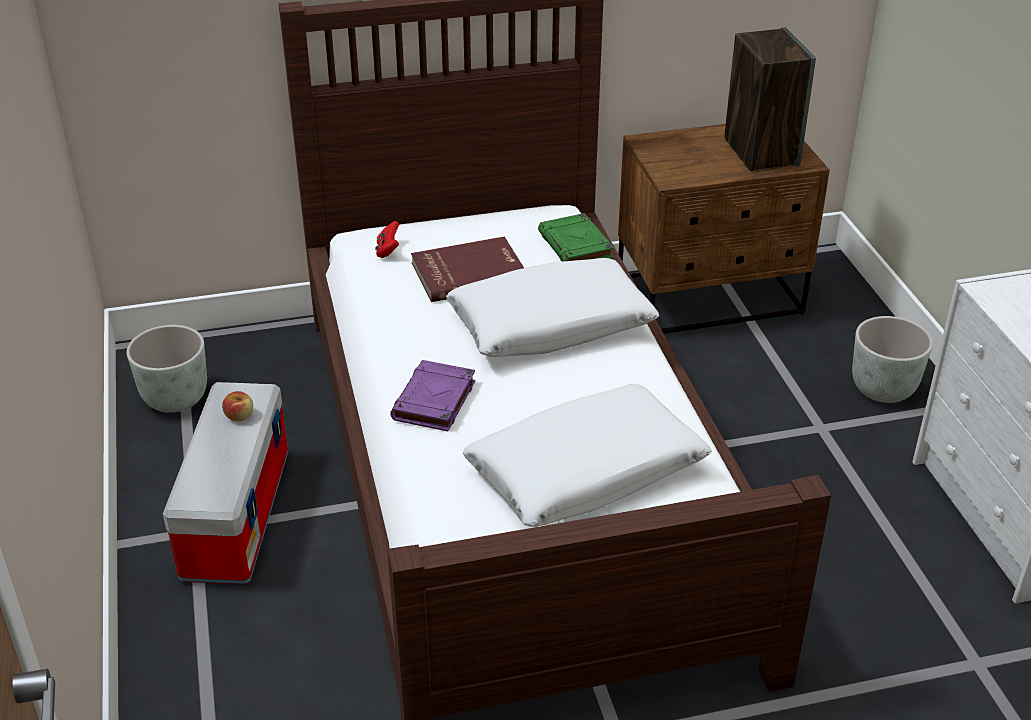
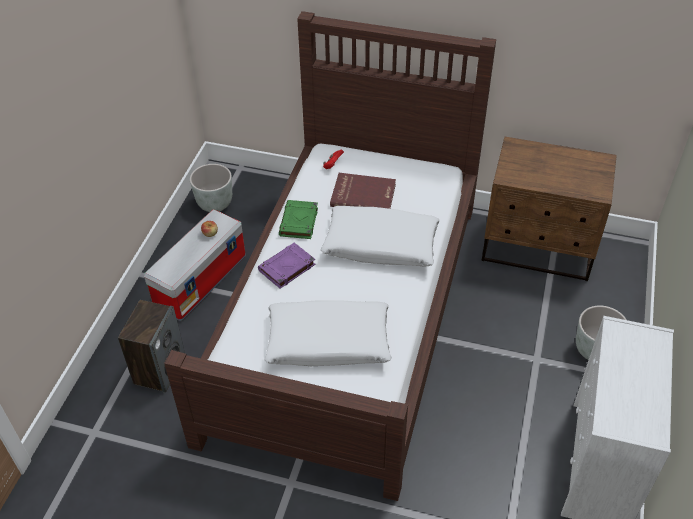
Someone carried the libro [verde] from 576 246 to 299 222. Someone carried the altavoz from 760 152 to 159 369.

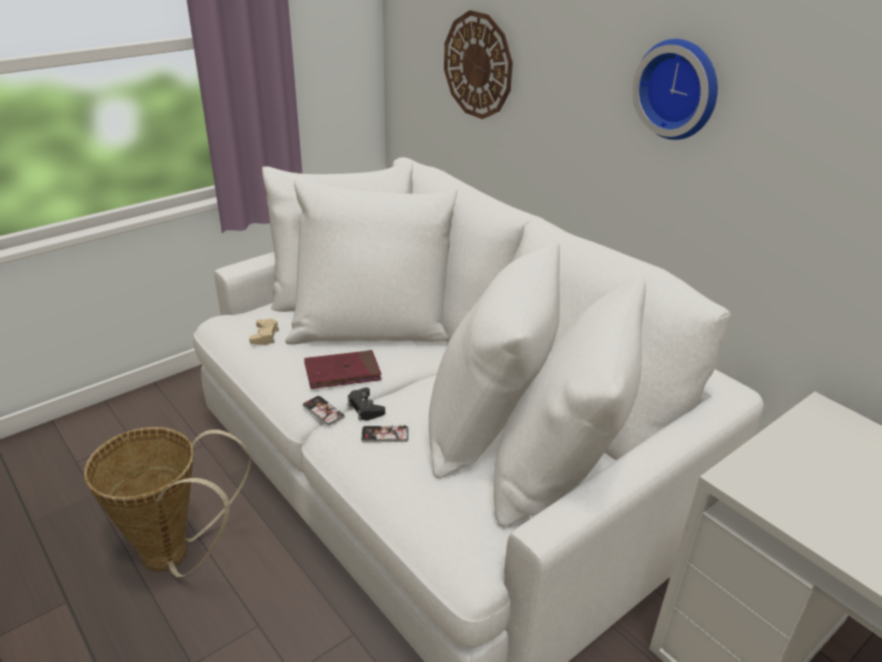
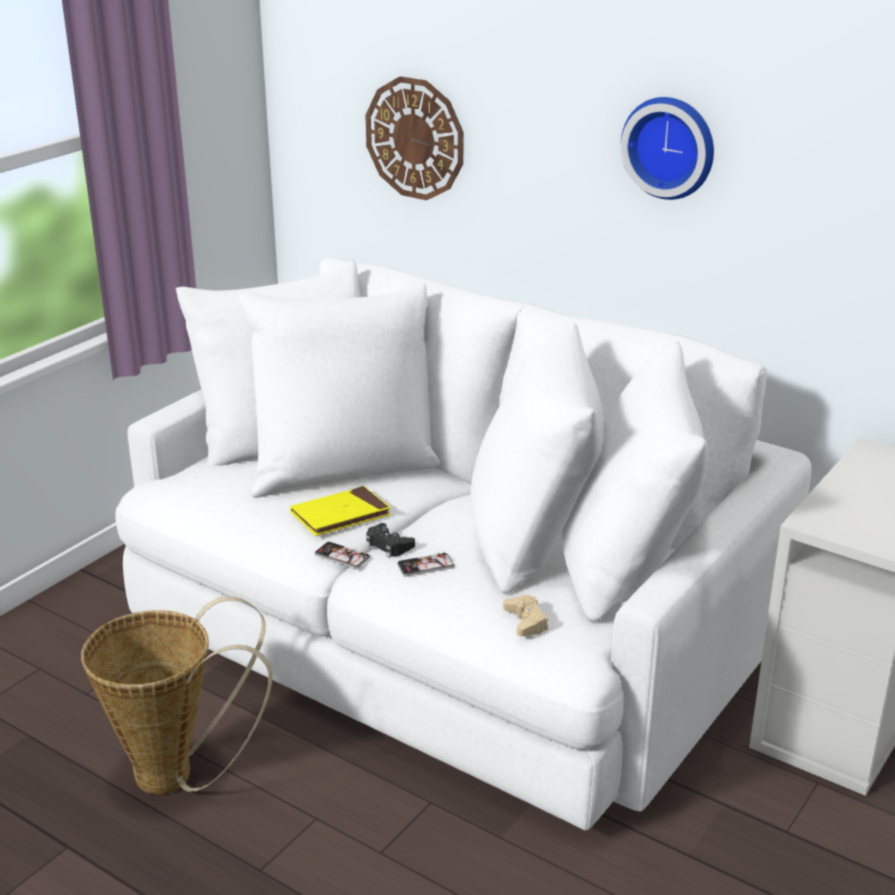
Someone carried the mando de consola [beis] from 265 335 to 526 621. Someone repainted the libro [rojo] at 342 372, which became the libro [amarillo] at 340 515.

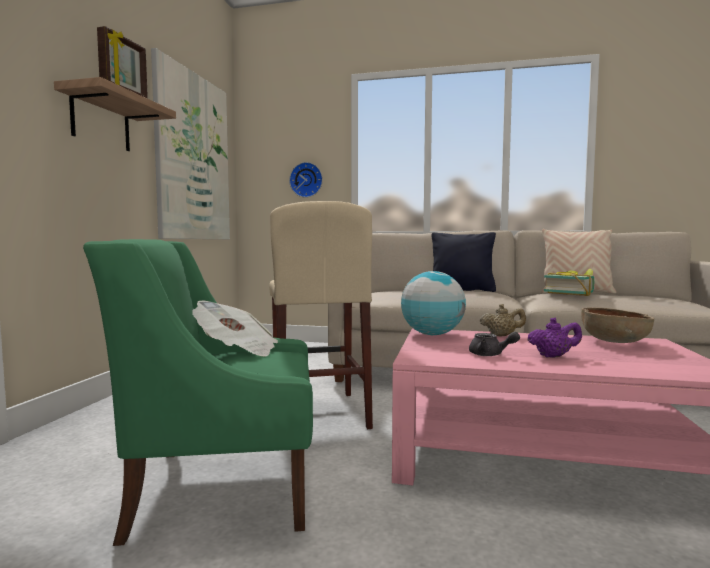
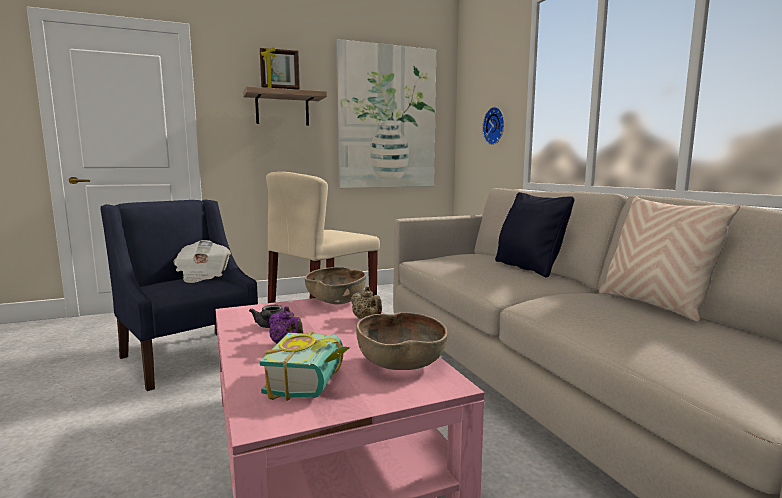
Someone carried the libro from 570 294 to 314 383. Someone swapped the globo terráqueo at 432 334 for the cuenco [marrón] at 336 301. Someone repainted the sillón [verde] at 223 485, which became the sillón [azul] at 189 357.

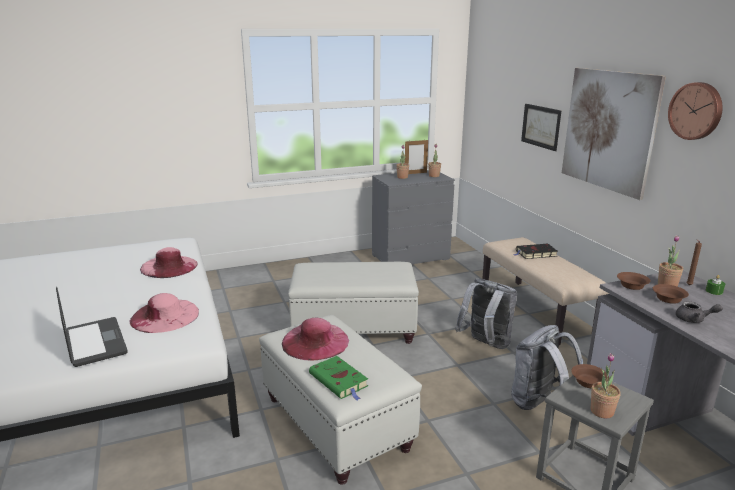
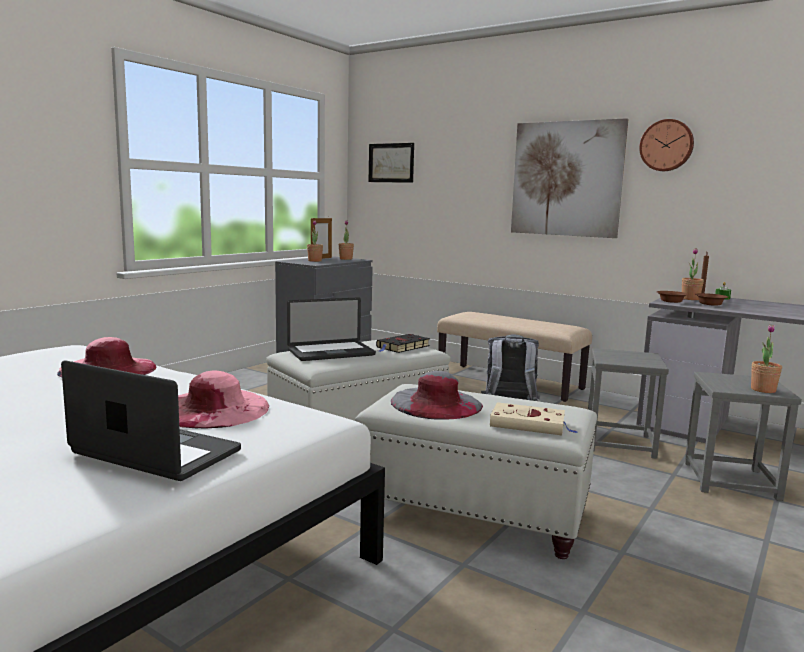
Someone took away the cuenco [marrón] at 588 382. Someone took away the tetera [gris] at 694 320. Someone put down the portátil at 331 353. Someone carried the libro [negro] from 535 254 to 402 347. Someone carried the cuadro from 541 126 to 391 163. Someone swapped the mochila [gris] at 540 404 for the taburete [gris] at 620 443. Someone repainted the sombrero [rosa] at 315 341, which became the sombrero [gris] at 436 403. Someone repainted the libro [verde] at 339 381, which became the libro [beis] at 530 424.

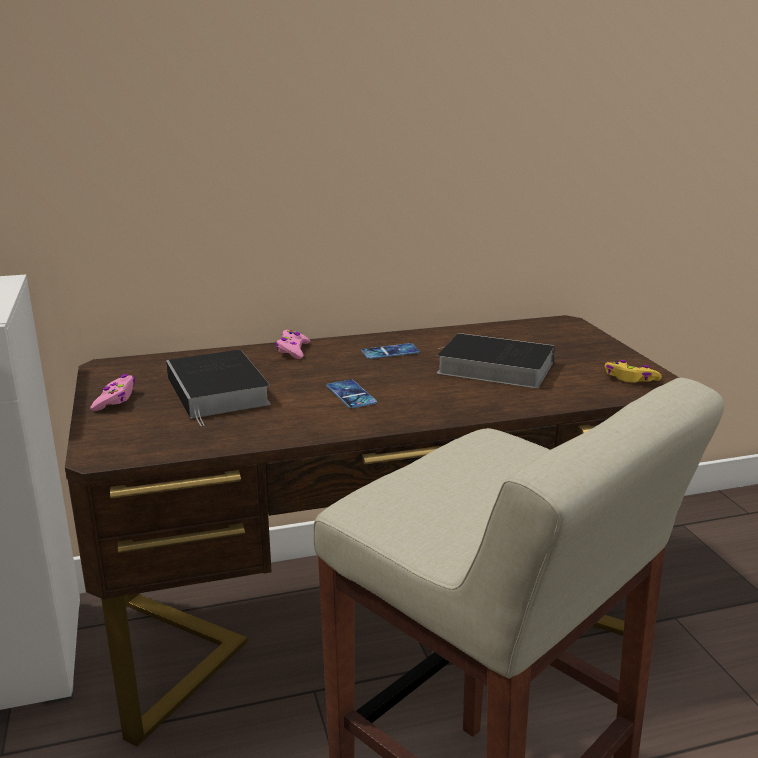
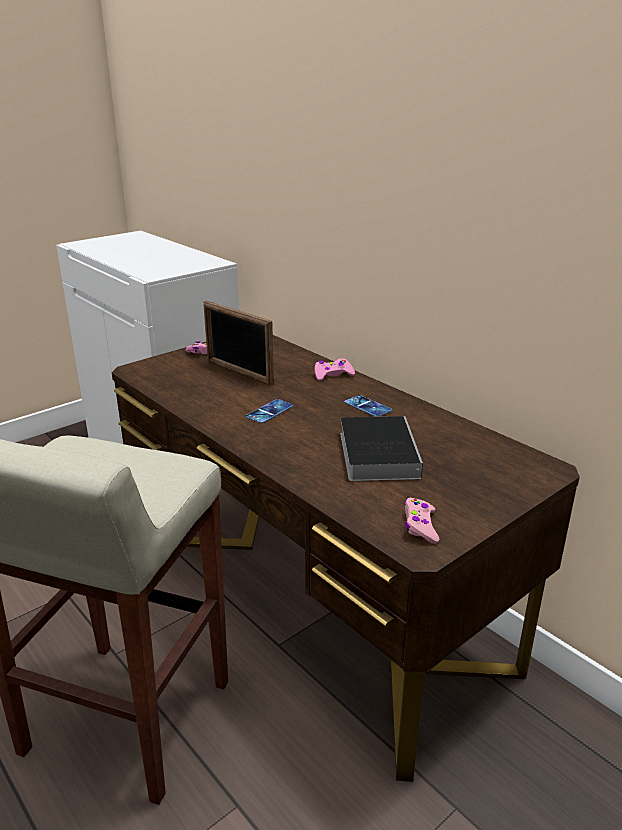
Someone swapped the libro at 219 392 for the portarretratos at 239 373. Someone repainted the mando de consola [amarillo] at 630 379, which became the mando de consola [rosa] at 420 526.

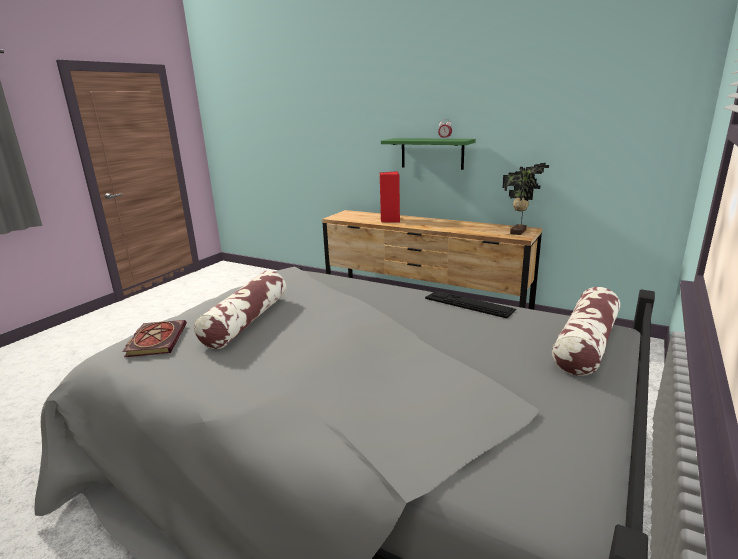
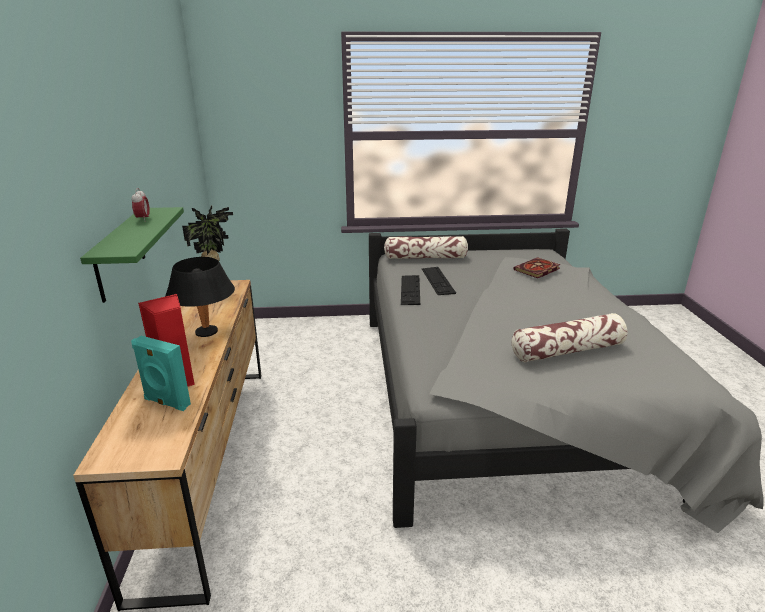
Someone put down the altavoz [turquesa] at 166 403. Someone put down the lámpara de mesa [negro] at 206 332. Someone put down the teclado at 437 280. Someone carried the libro from 156 340 to 537 270.

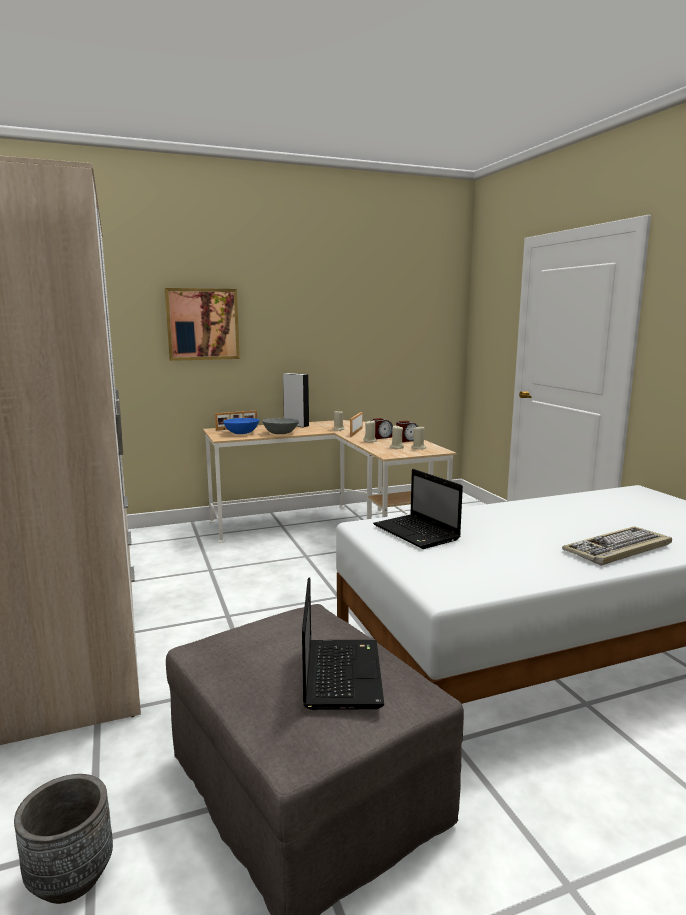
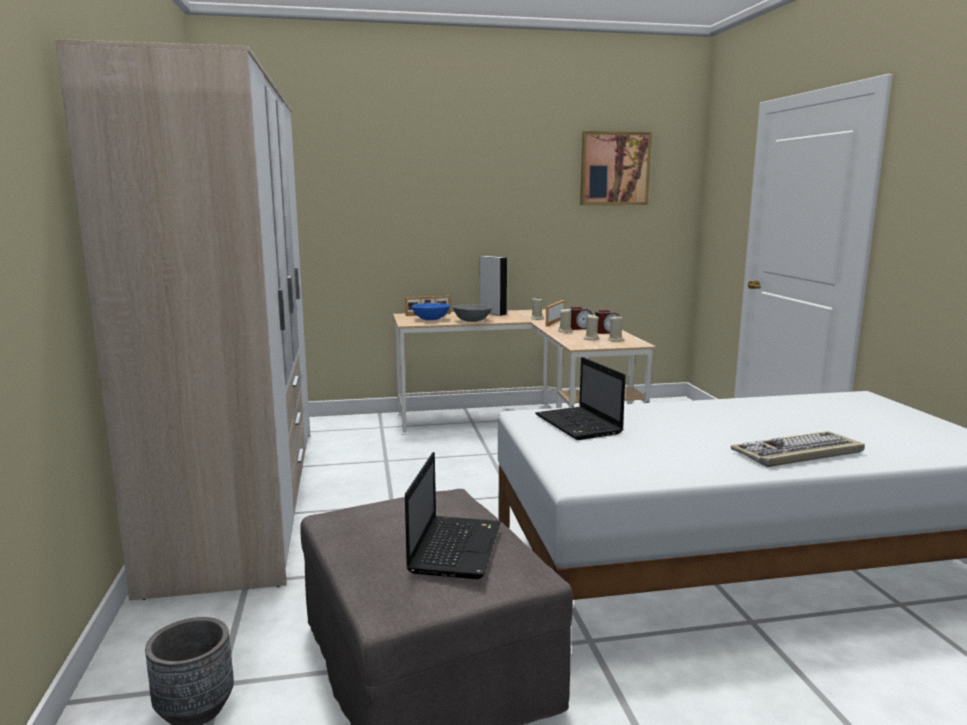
Someone carried the cuadro from 202 324 to 614 169.

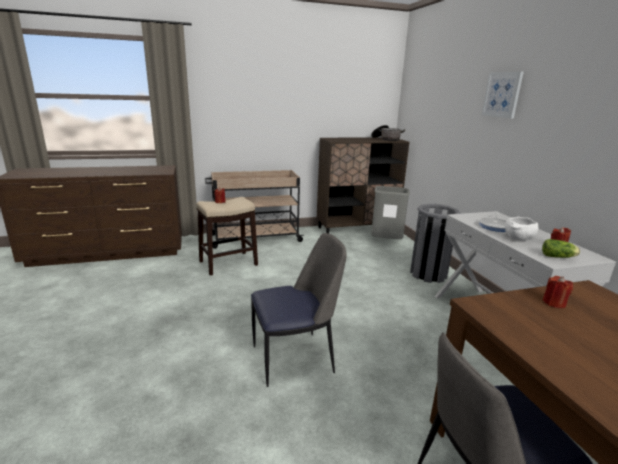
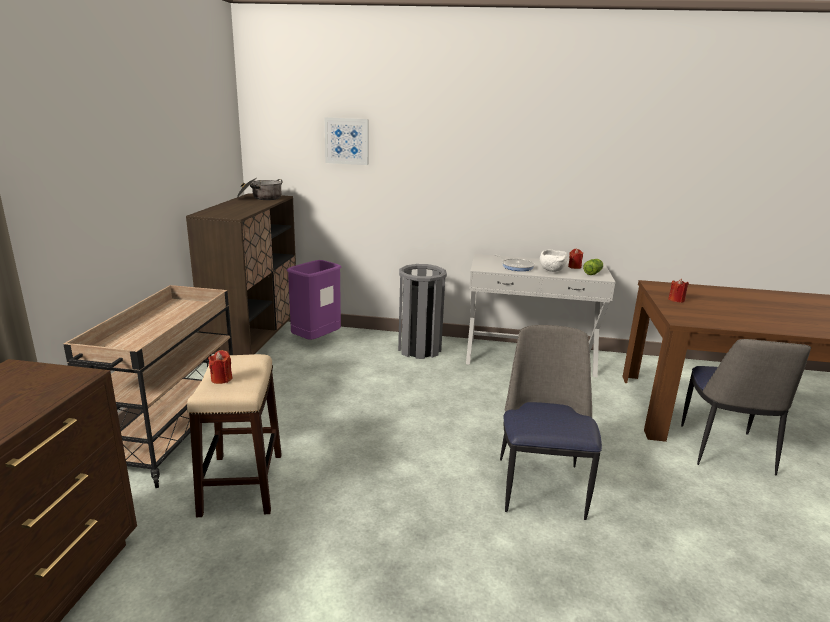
Someone carried the cuadro from 502 94 to 347 141. Someone repainted the papelera [gris] at 386 241, which became the papelera [morado] at 316 340.

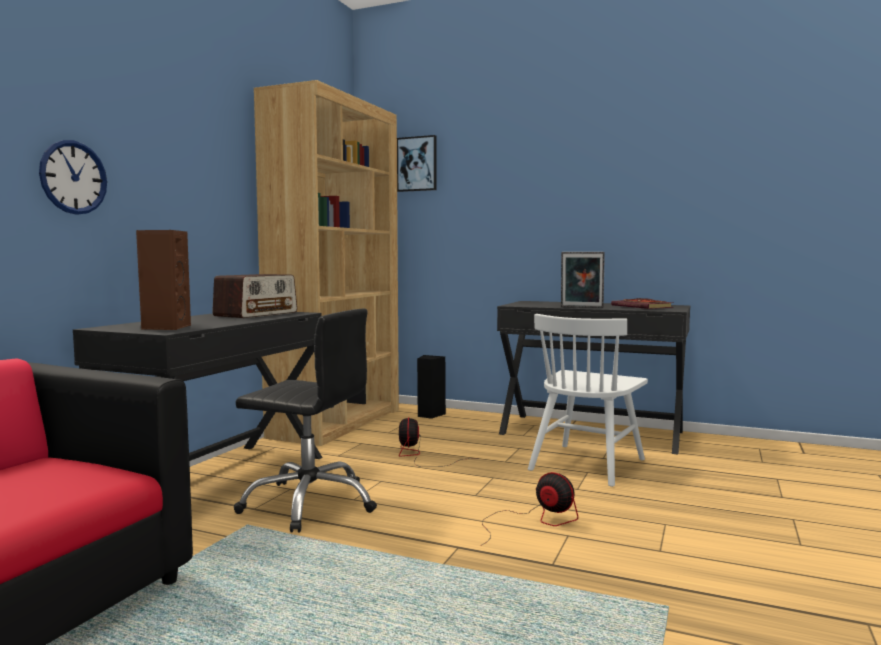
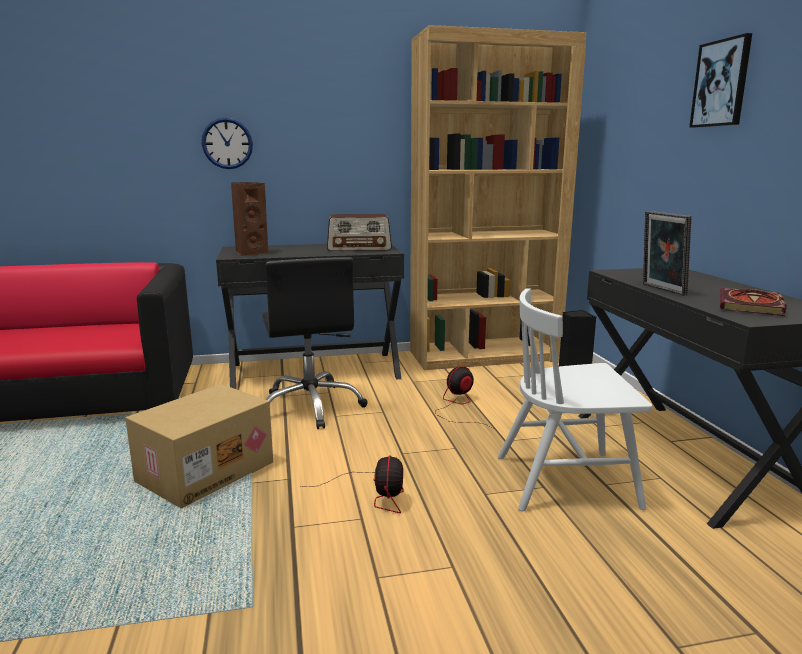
Someone put down the caja de cartón at 205 471. Someone carried the cuadro from 417 164 to 721 83.

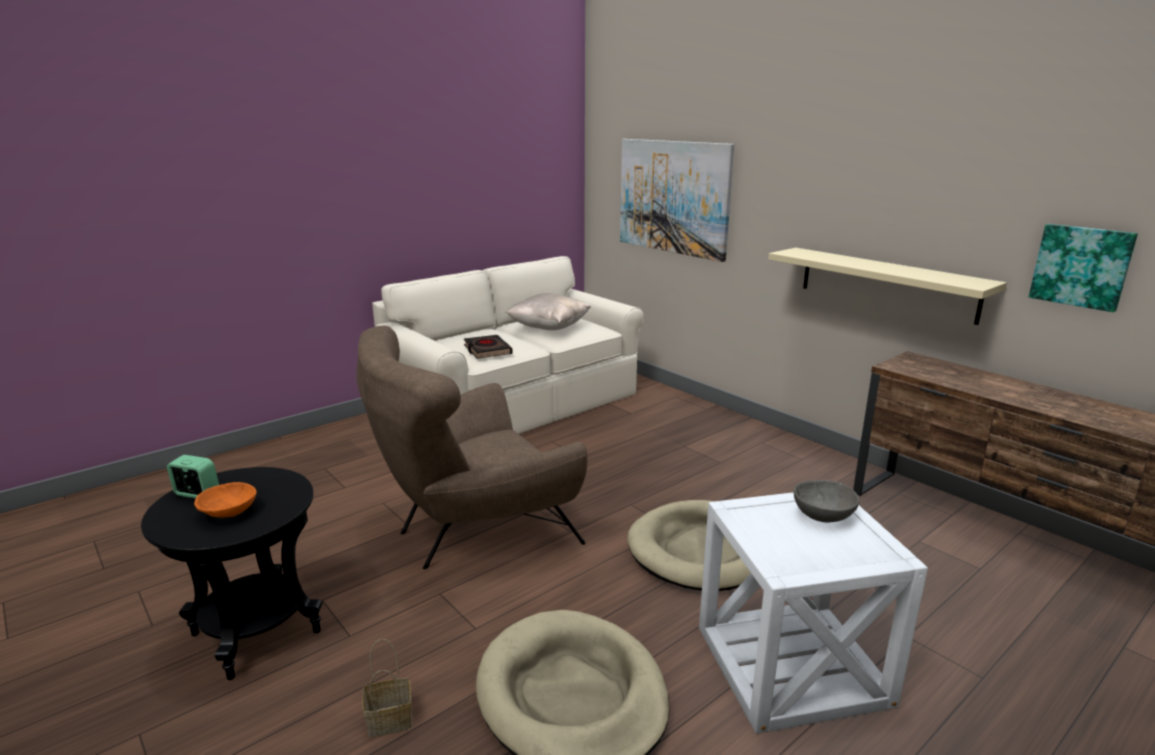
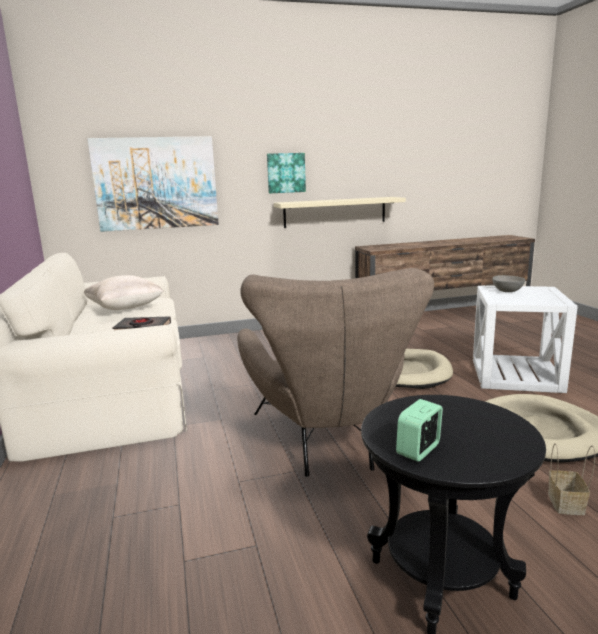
Someone took away the cuenco [naranja] at 228 514. Someone carried the cuadro from 1081 266 to 286 173.

